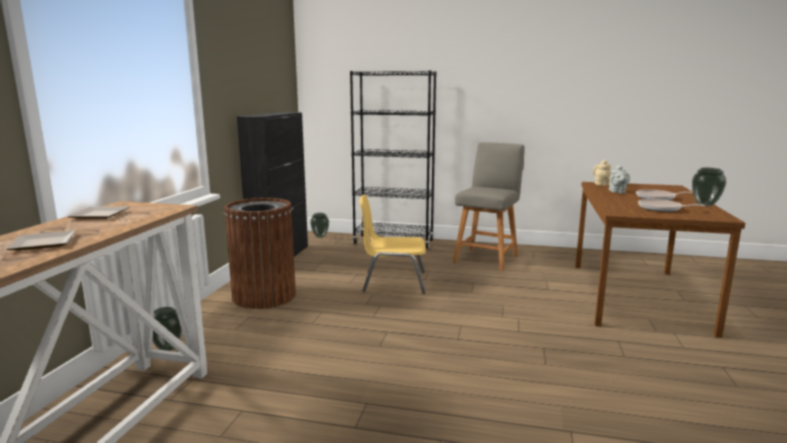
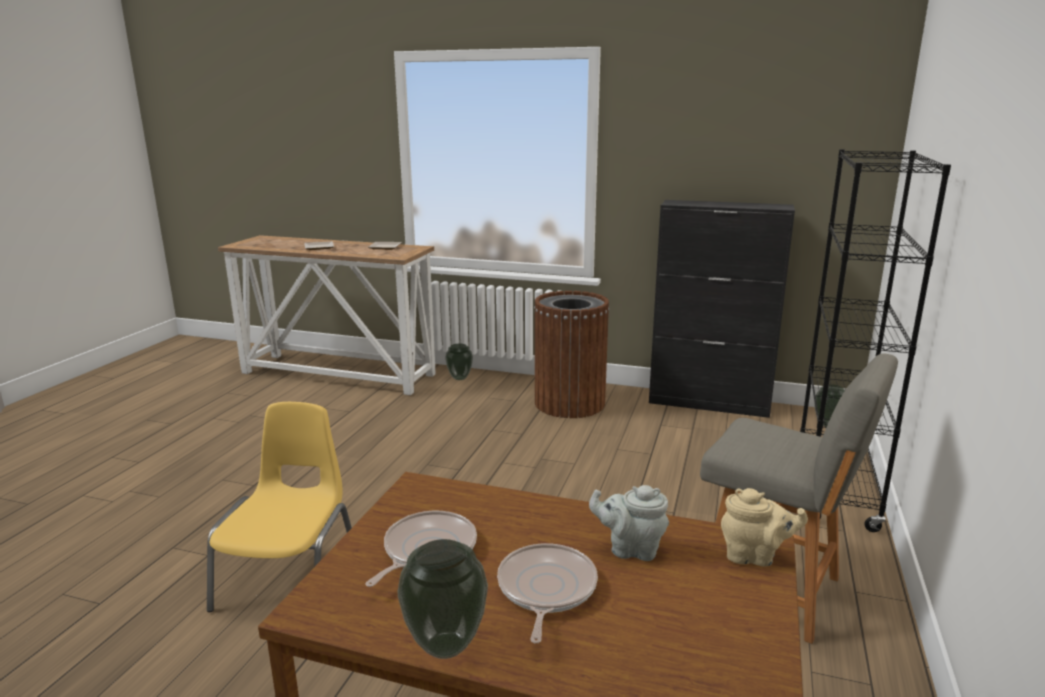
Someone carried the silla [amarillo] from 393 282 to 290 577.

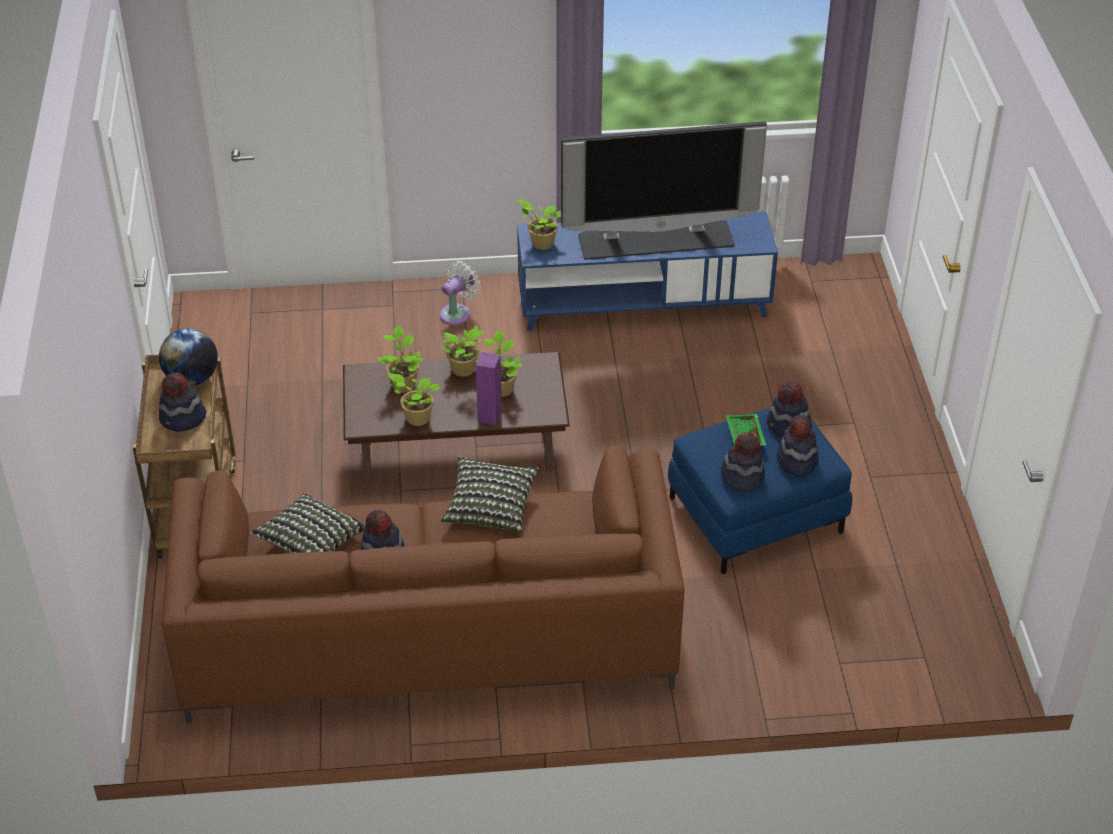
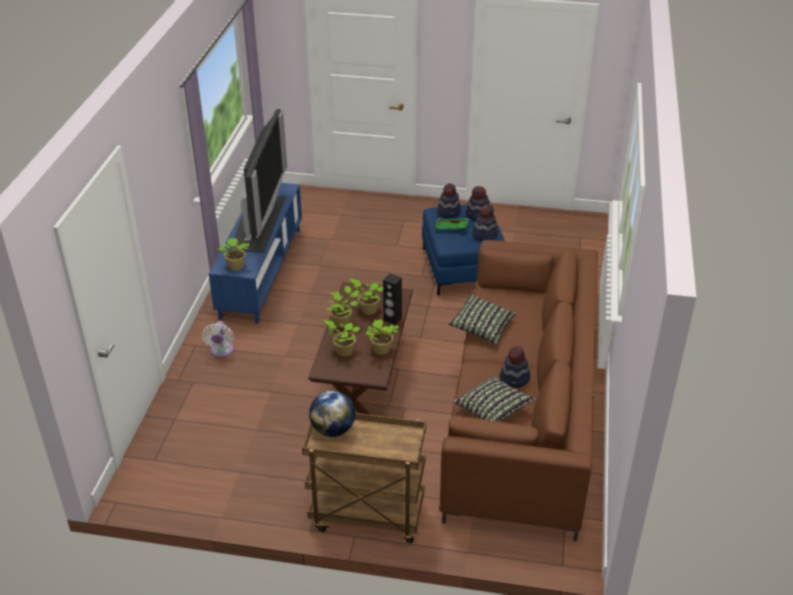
Someone took away the sombrero at 183 419. Someone repainted the altavoz [morado] at 489 416, which became the altavoz [negro] at 392 319. Someone rotated the ventilador [blanco] at 458 313 by 150 degrees counterclockwise.

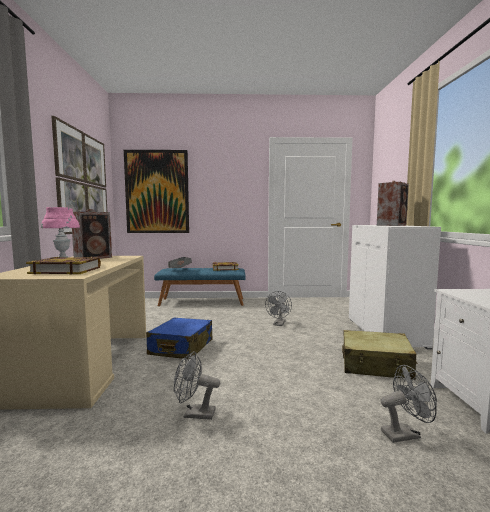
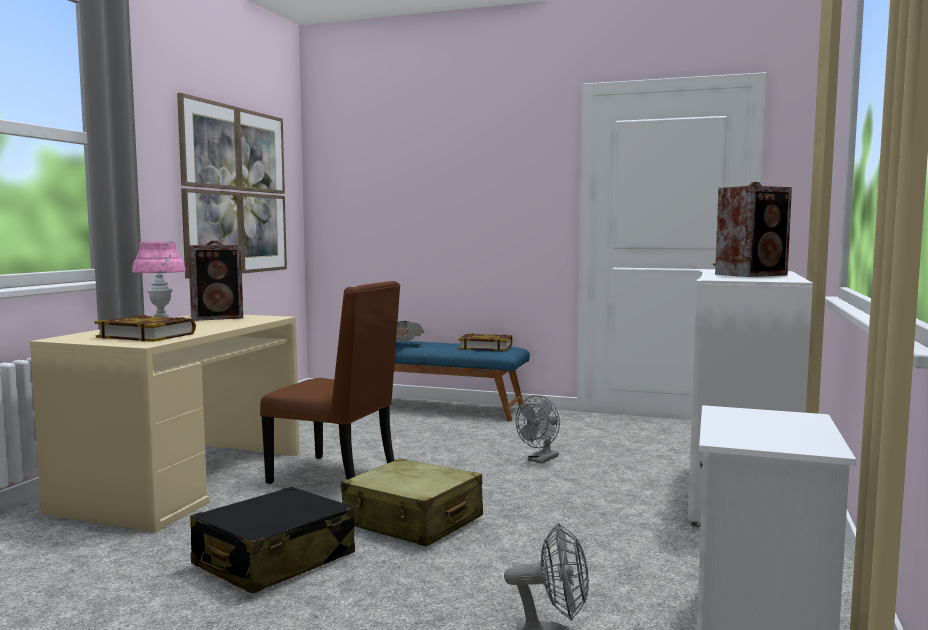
Someone took away the cuadro at 157 192. Someone carried the maleta [beis] from 376 365 to 413 521. Someone swapped the maleta [azul] at 181 348 for the silla [marrón] at 336 476. Someone swapped the ventilador [gris] at 194 414 for the maleta [negro] at 274 560.

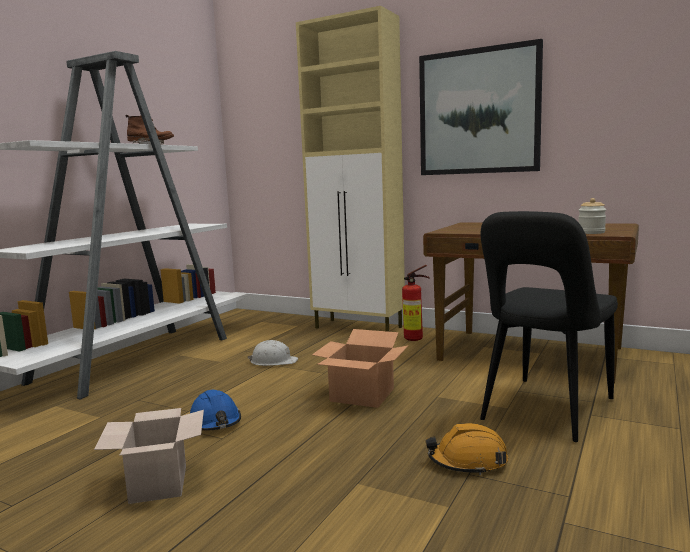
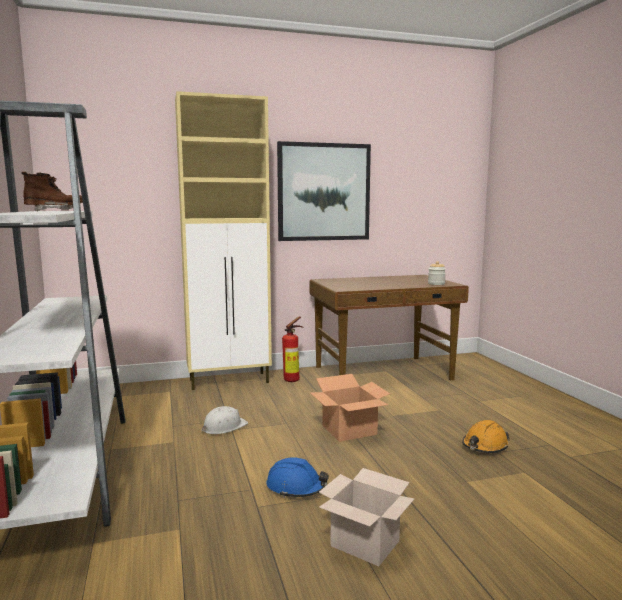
Someone took away the silla [negro] at 544 411.

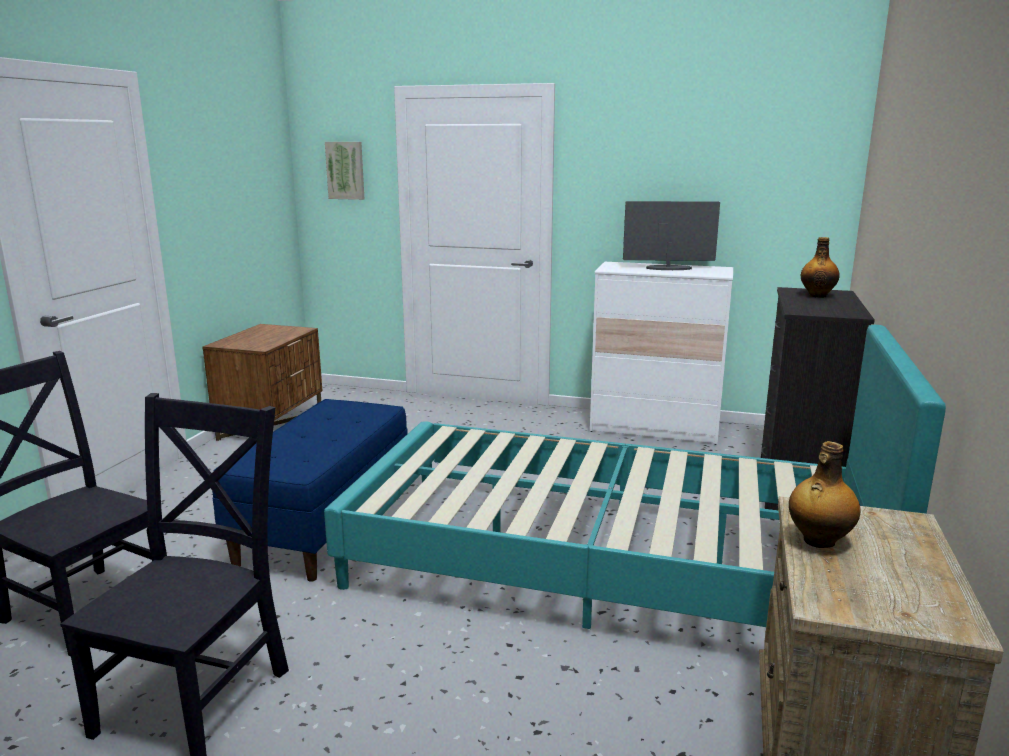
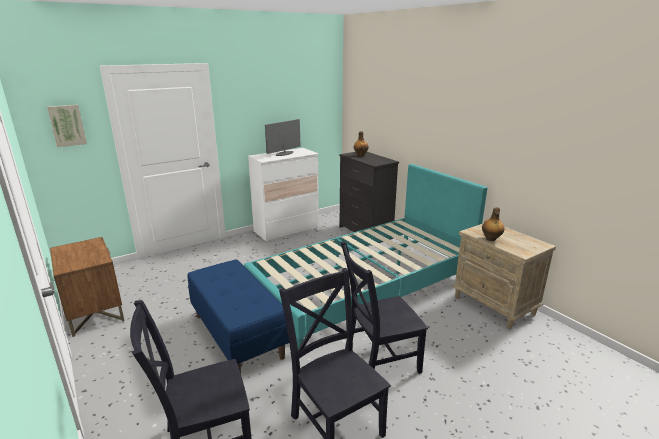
Someone put down the silla [negro] at 378 361.

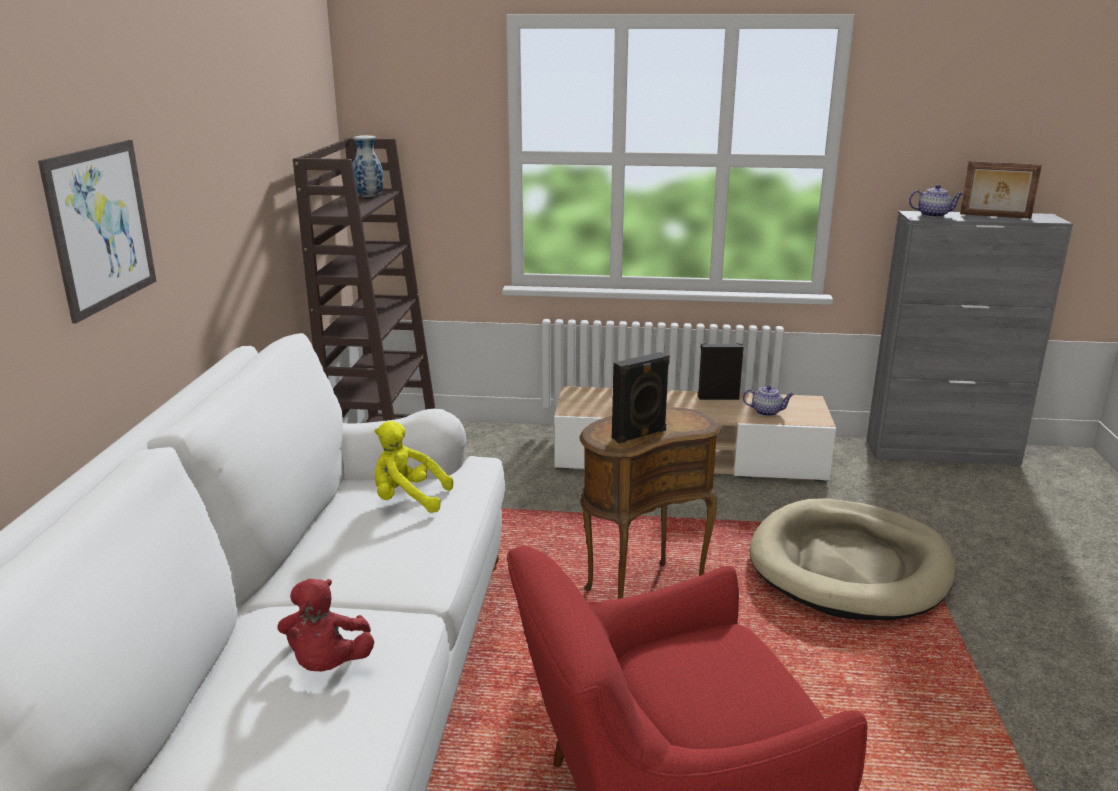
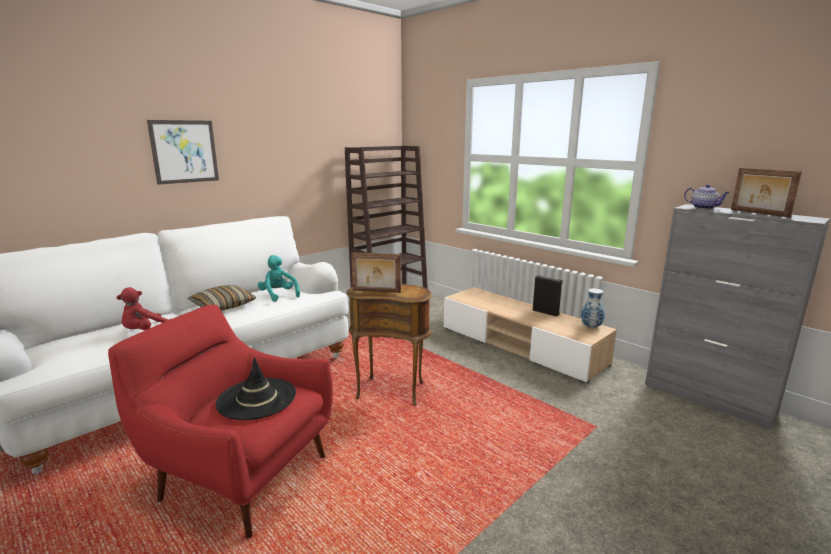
Someone took away the tetera at 767 412. Someone took away the cama para perro [beis] at 849 566. Someone put down the cojín at 223 306. Someone put down the sombrero [negro] at 257 398. Someone carried the florero from 368 196 to 590 327. Someone swapped the altavoz [negro] at 640 435 for the portarretratos at 376 291. Someone repainted the peluche [amarillo] at 407 499, which became the peluche [turquesa] at 278 295.

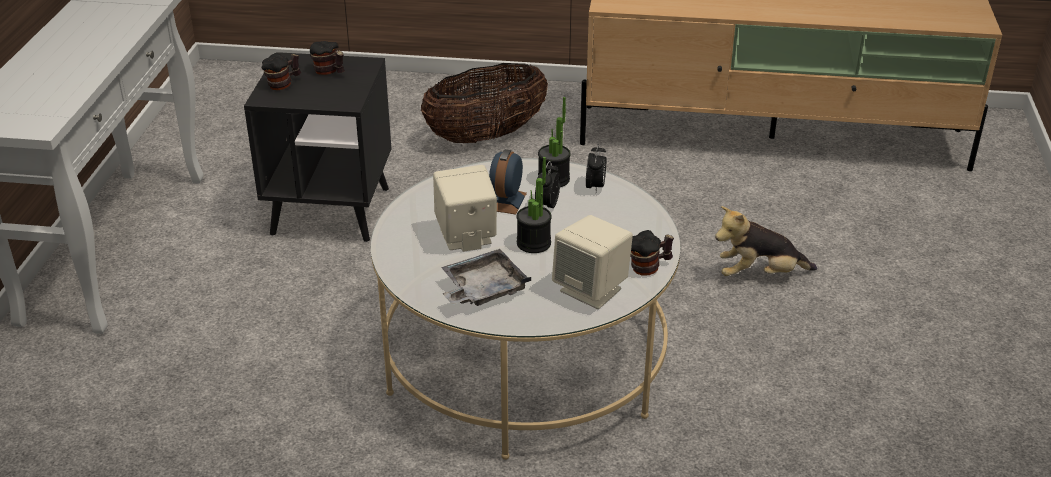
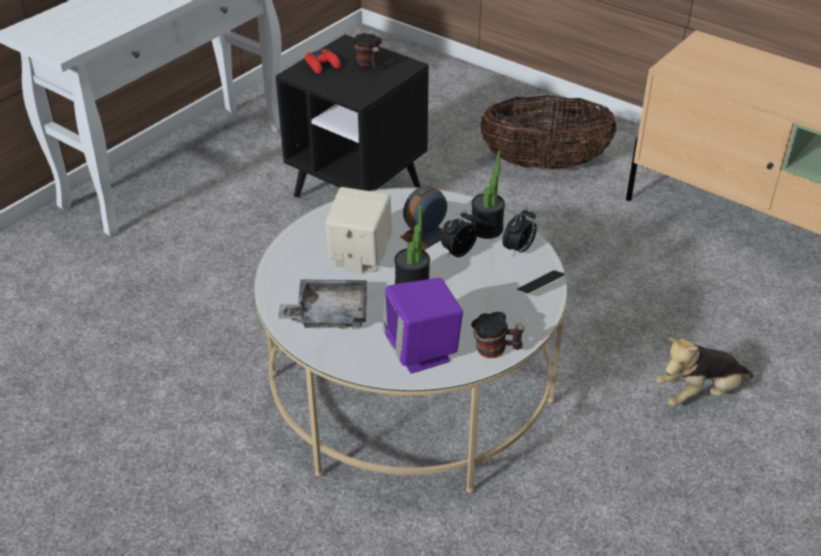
Someone put down the móvil at 540 288. Someone swapped the taza grande at 283 84 for the mando de consola [rojo] at 322 65. Someone repainted the altavoz [beis] at 591 290, which became the altavoz [morado] at 422 352. Someone rotated the peluche at 759 275 by 45 degrees counterclockwise.

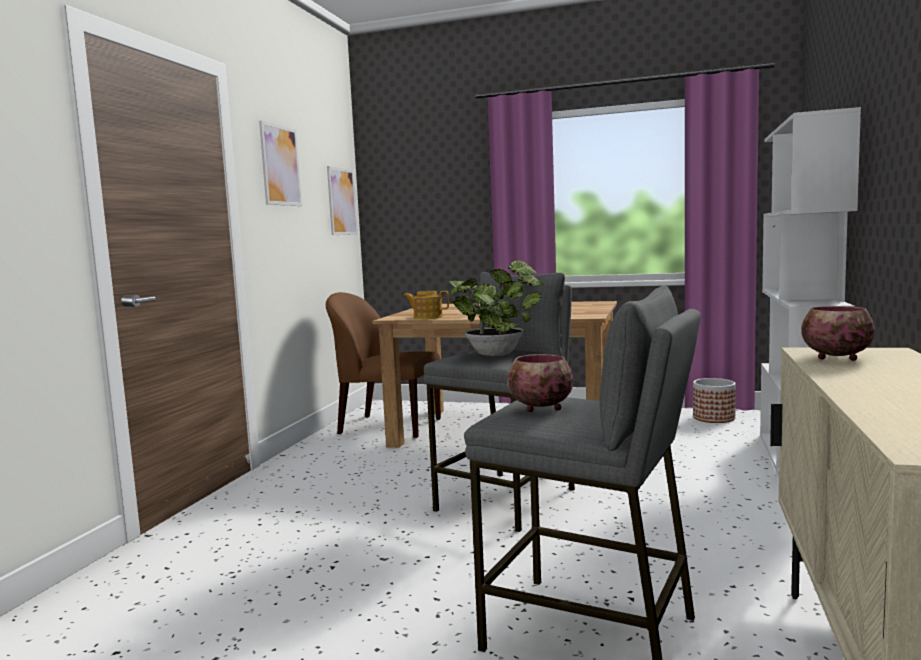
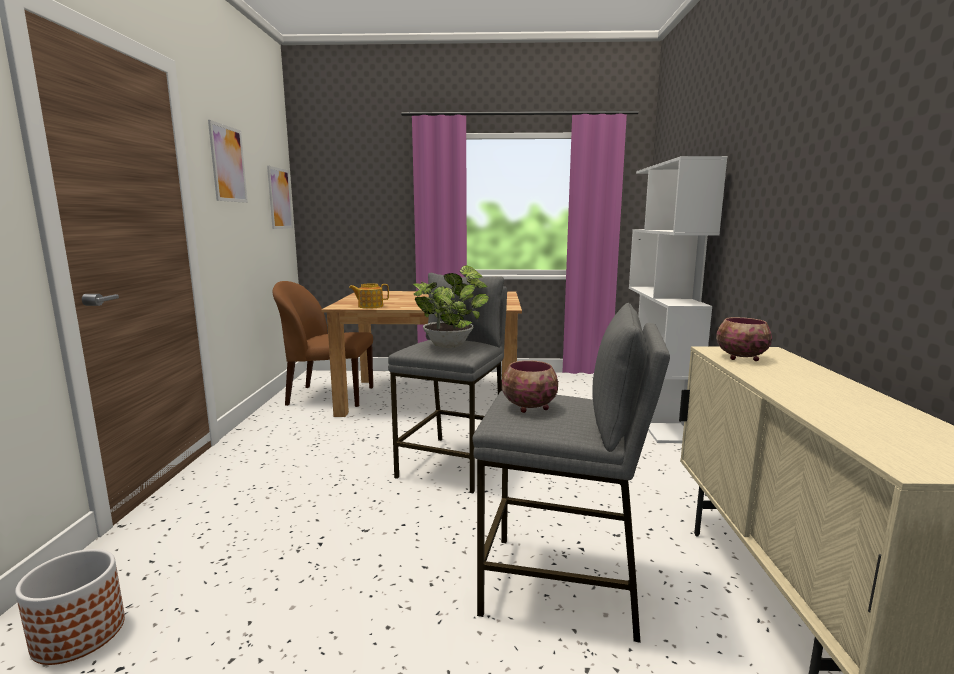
Someone carried the maceta from 713 418 to 79 634.

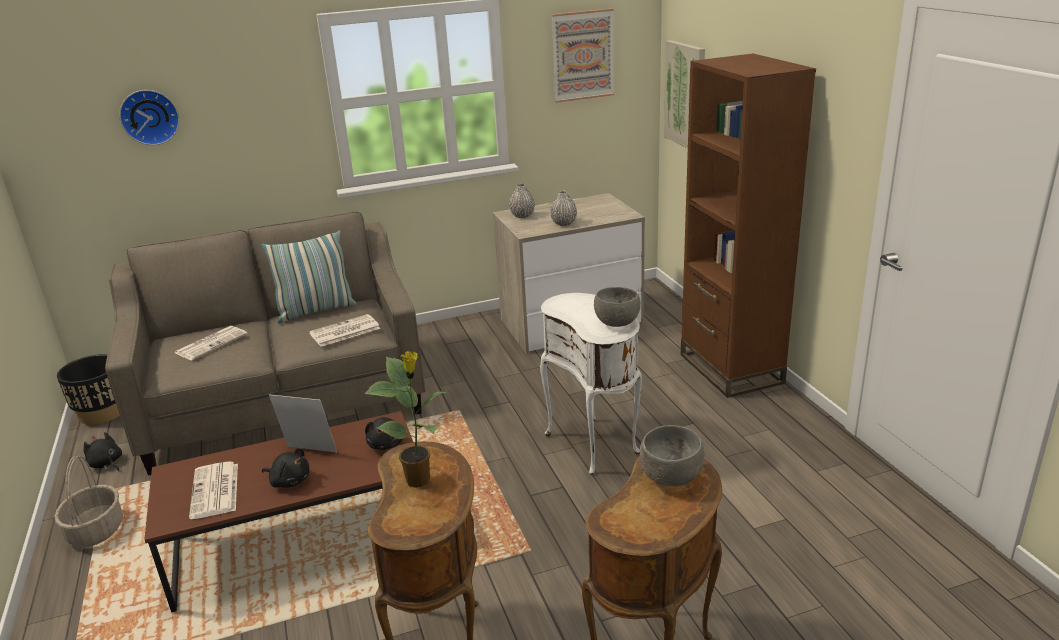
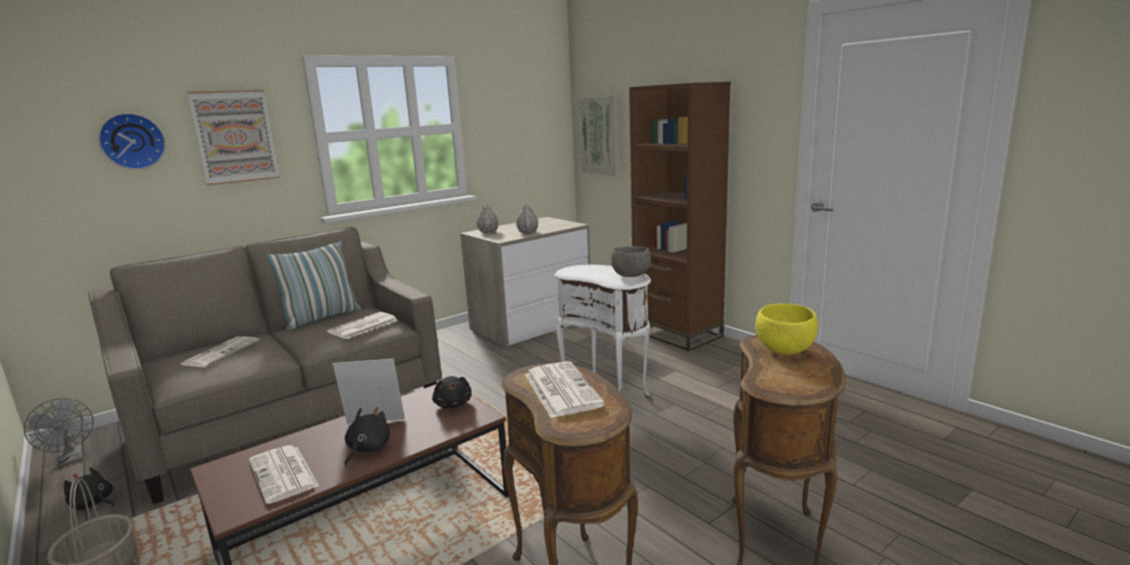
Someone carried the cuadro from 582 55 to 235 136. Someone swapped the maceta [negro] at 103 413 for the ventilador [gris] at 72 459. Someone swapped the planta en maceta at 419 480 for the periódico at 561 389. Someone repainted the cuenco [gris] at 670 477, which became the cuenco [amarillo] at 783 350. Someone rotated the peluche [negro] at 289 481 by 75 degrees counterclockwise.

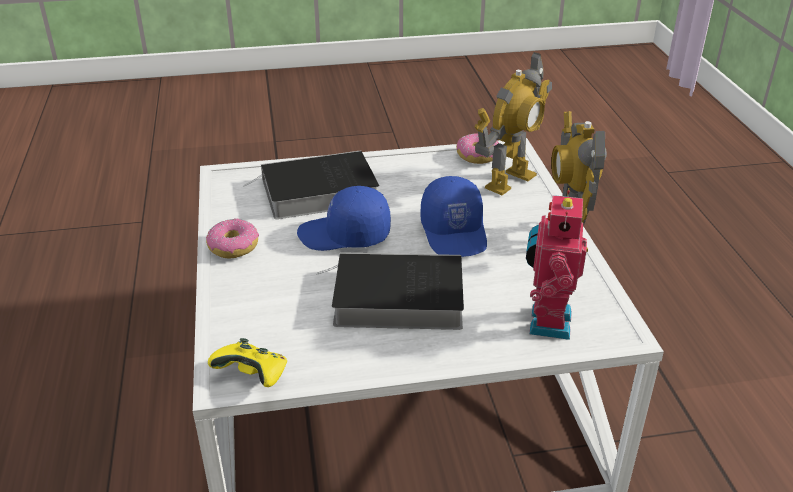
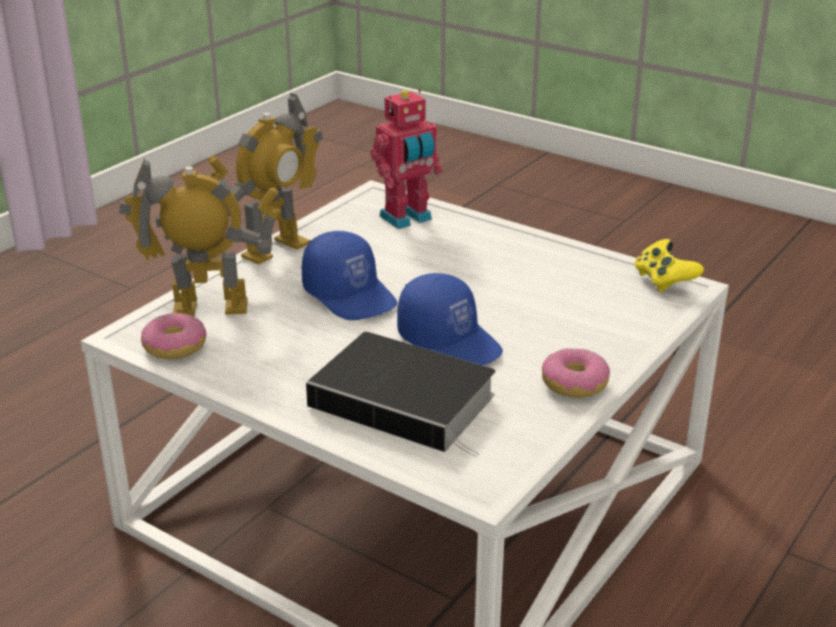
Someone took away the libro at 394 299. Someone rotated the gorra [azul] at 455 232 by 105 degrees clockwise.

